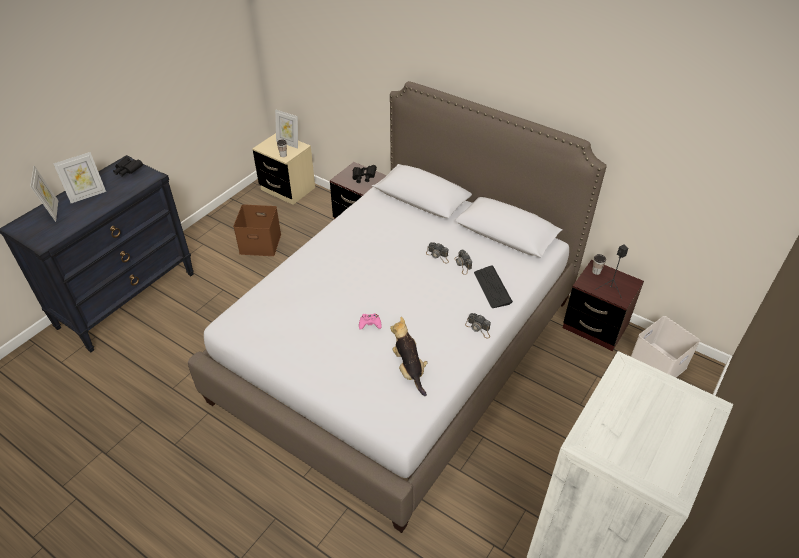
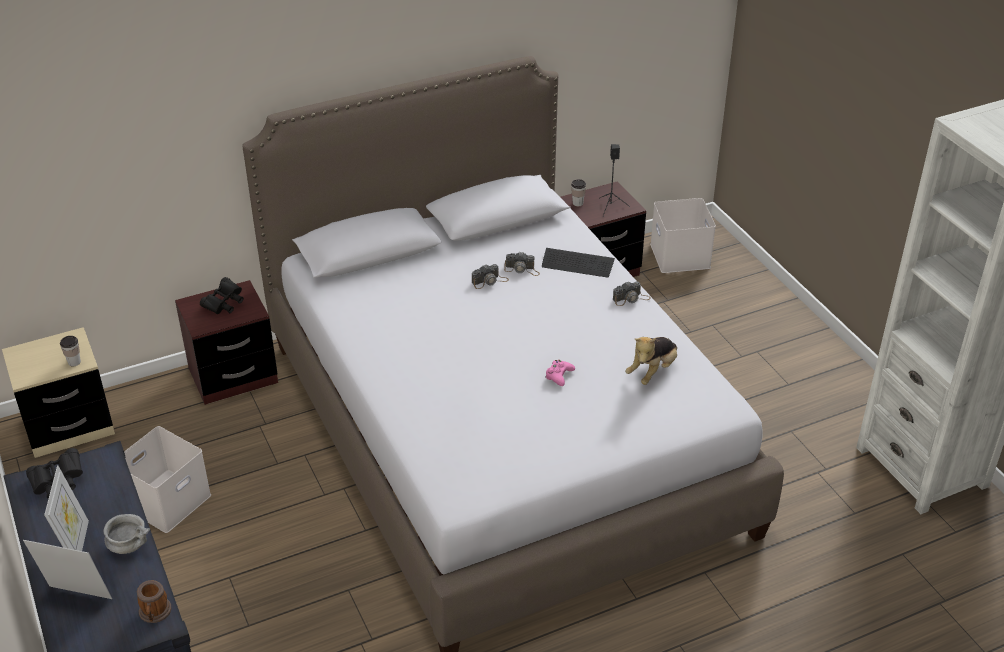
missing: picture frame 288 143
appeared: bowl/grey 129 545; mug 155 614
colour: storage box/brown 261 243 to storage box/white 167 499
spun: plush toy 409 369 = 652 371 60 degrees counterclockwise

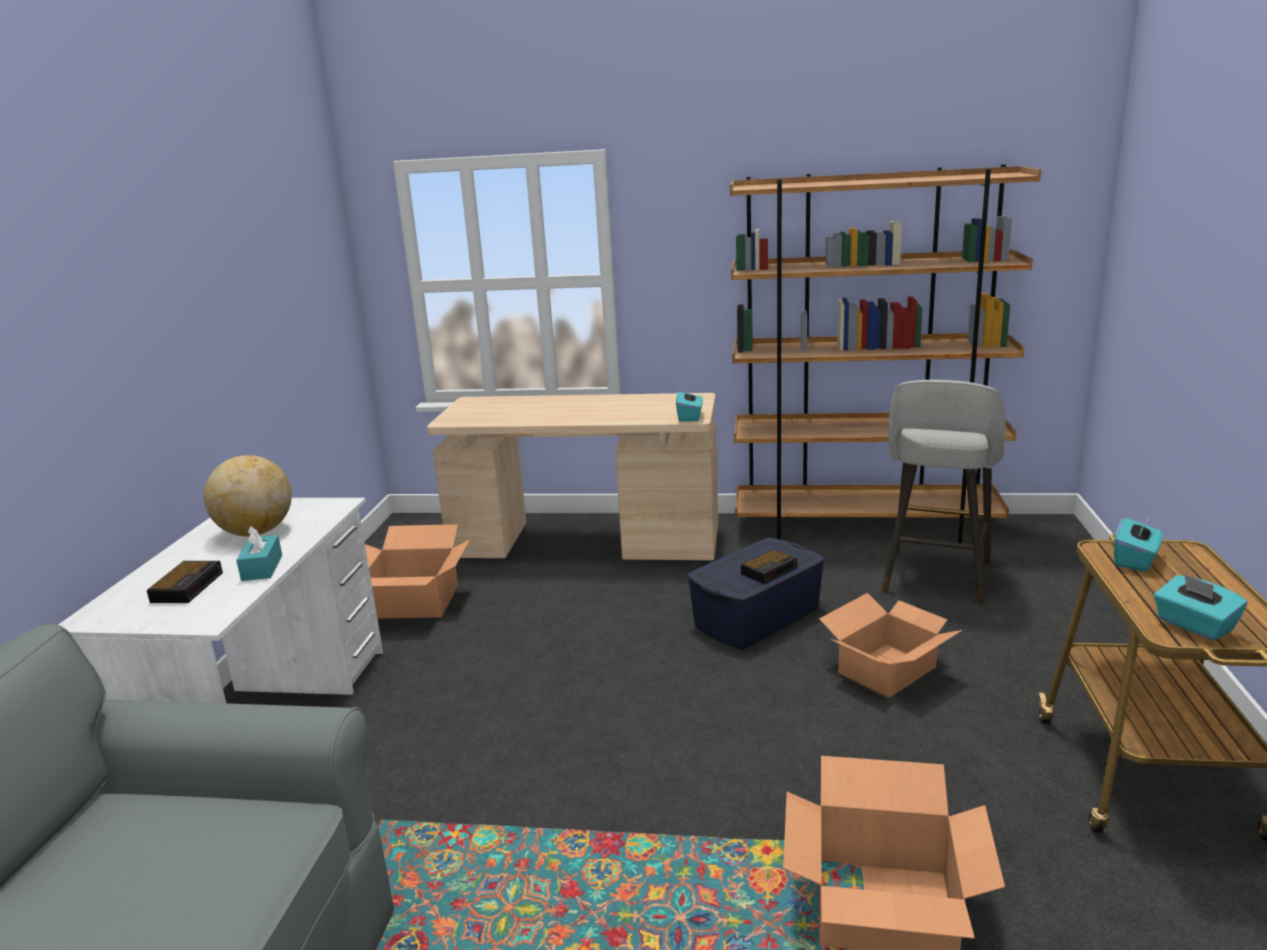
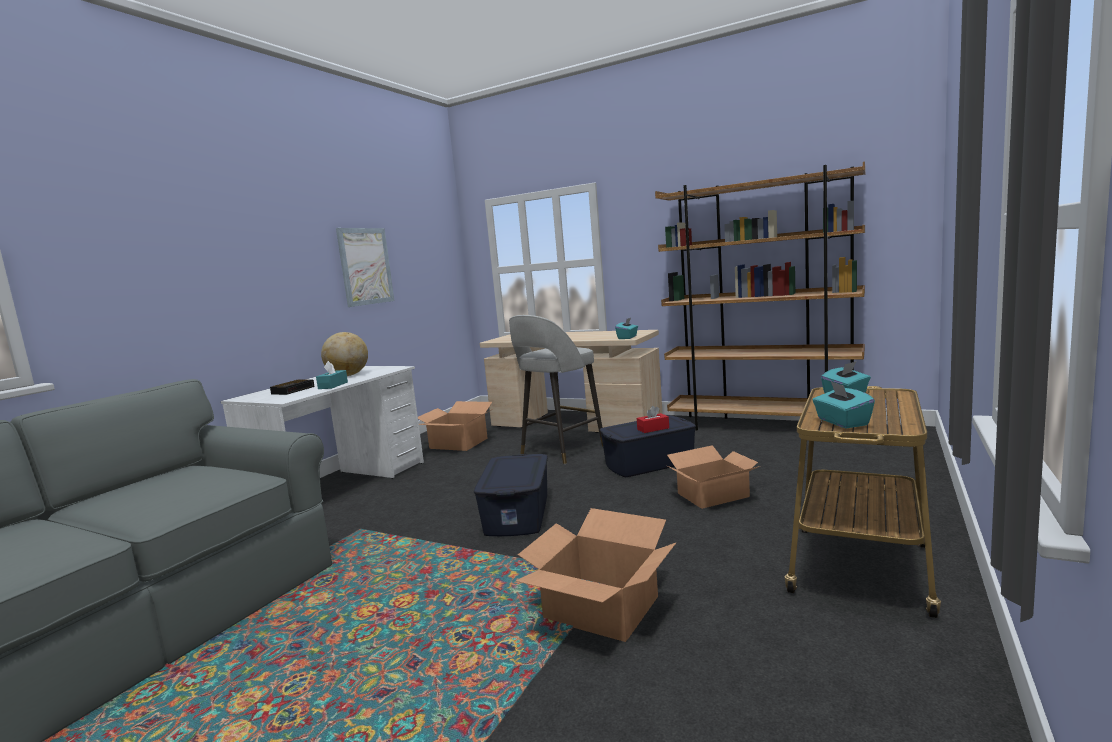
appeared: picture 365 266; storage box/blue 518 514
relocated: stool/grey 935 579 to 560 451
exchanged: alarm clock 770 570 to tissue box/red 653 429

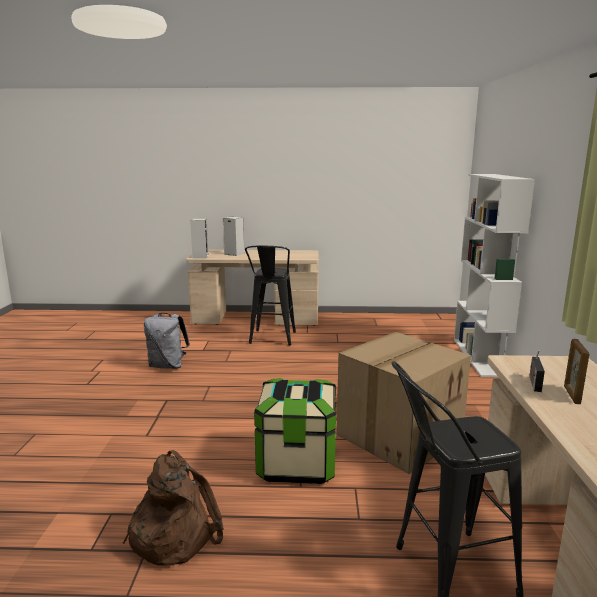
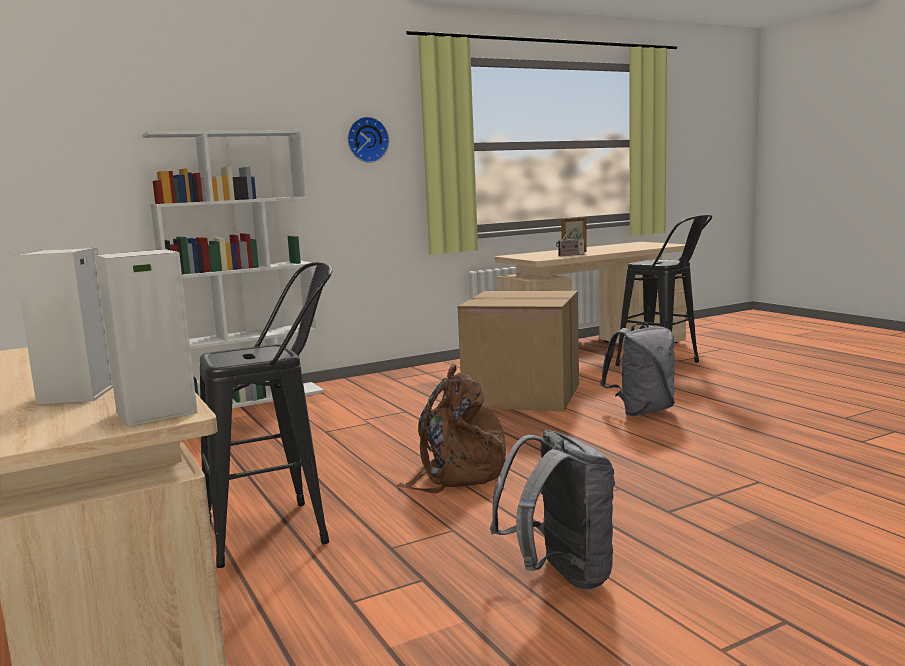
appeared: wall clock 367 140
relocated: backpack/brown 174 534 to 456 473
exchanged: storage box 297 463 to backpack/grey 642 411

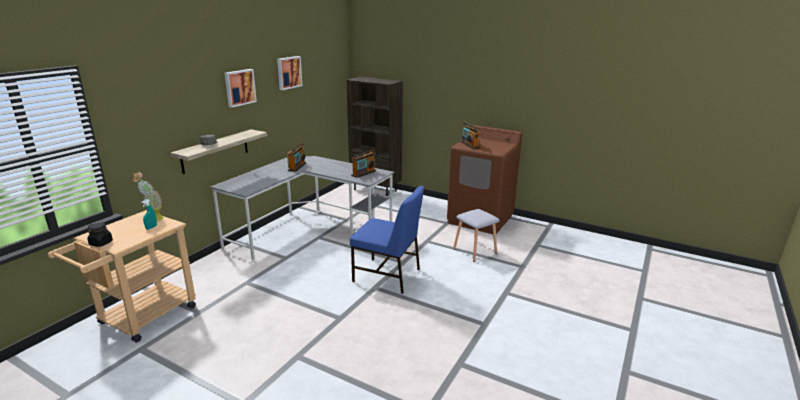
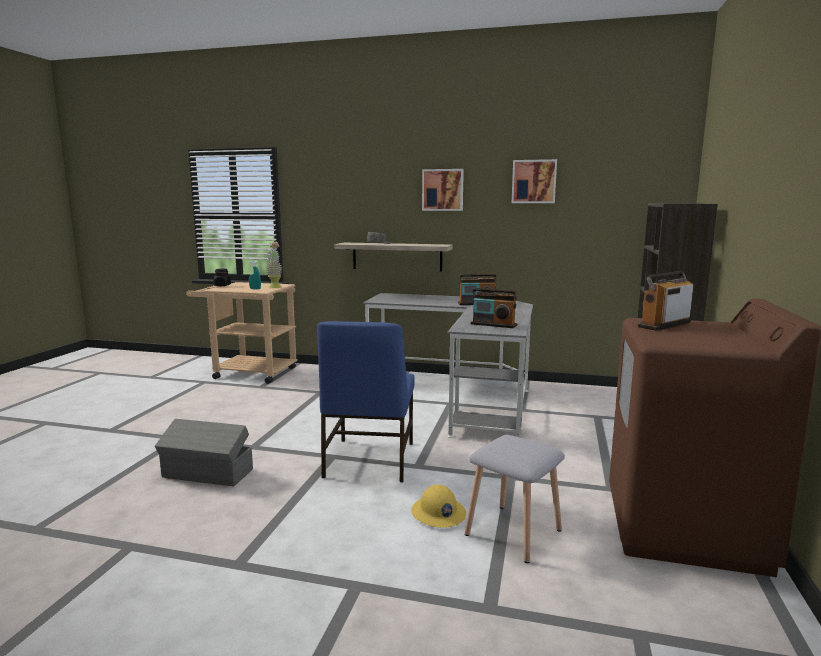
appeared: storage box/grey 207 474; hard hat/yellow 438 513

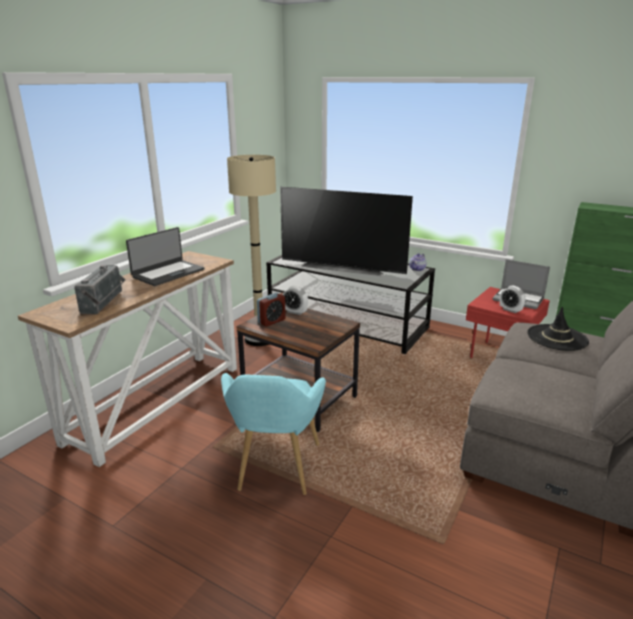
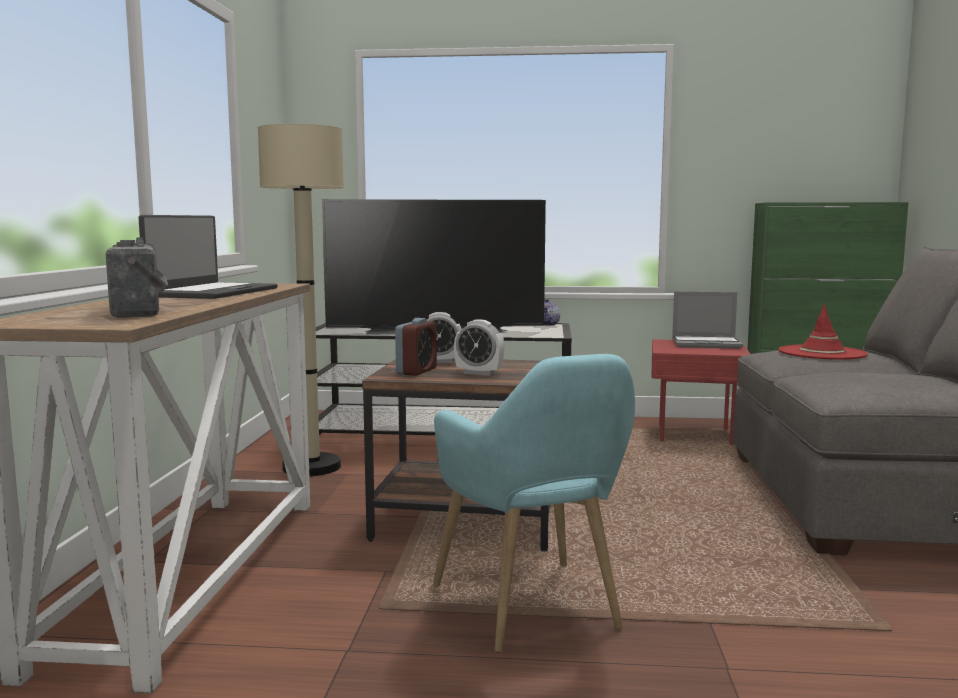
relocated: alarm clock 510 310 to 479 373
colour: hat/black 557 338 to hat/red 822 353

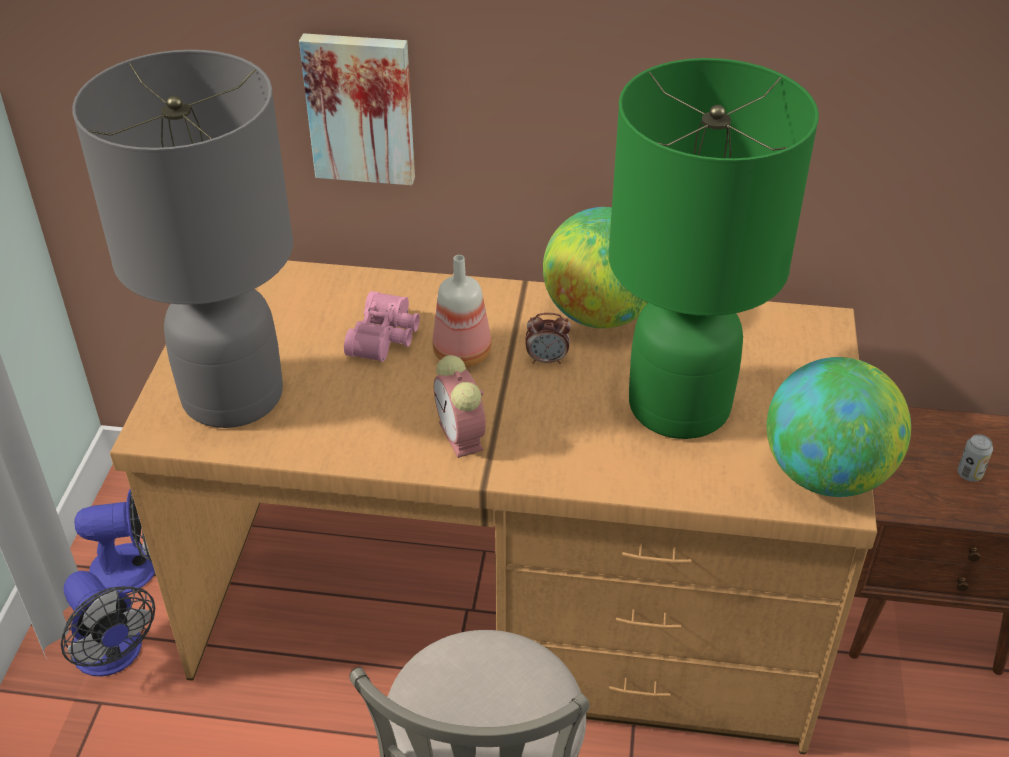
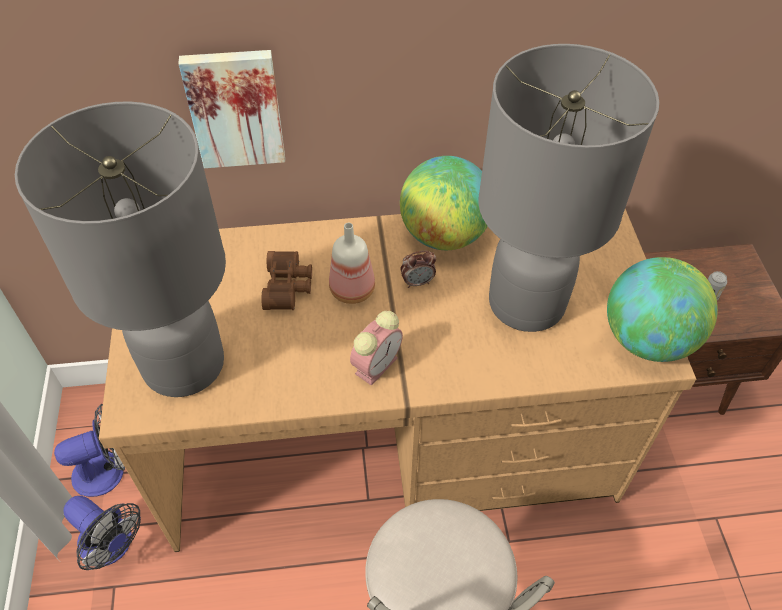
colour: table lamp/green 678 406 to table lamp/grey 526 303; binoculars/pink 386 337 to binoculars/brown 289 286
spun: alarm clock 462 437 = 377 364 105 degrees counterclockwise

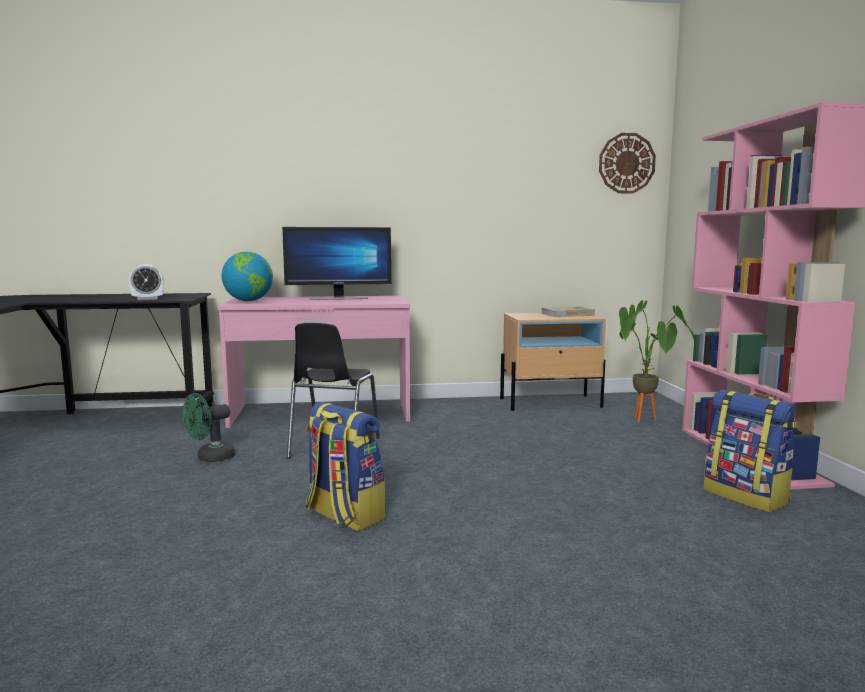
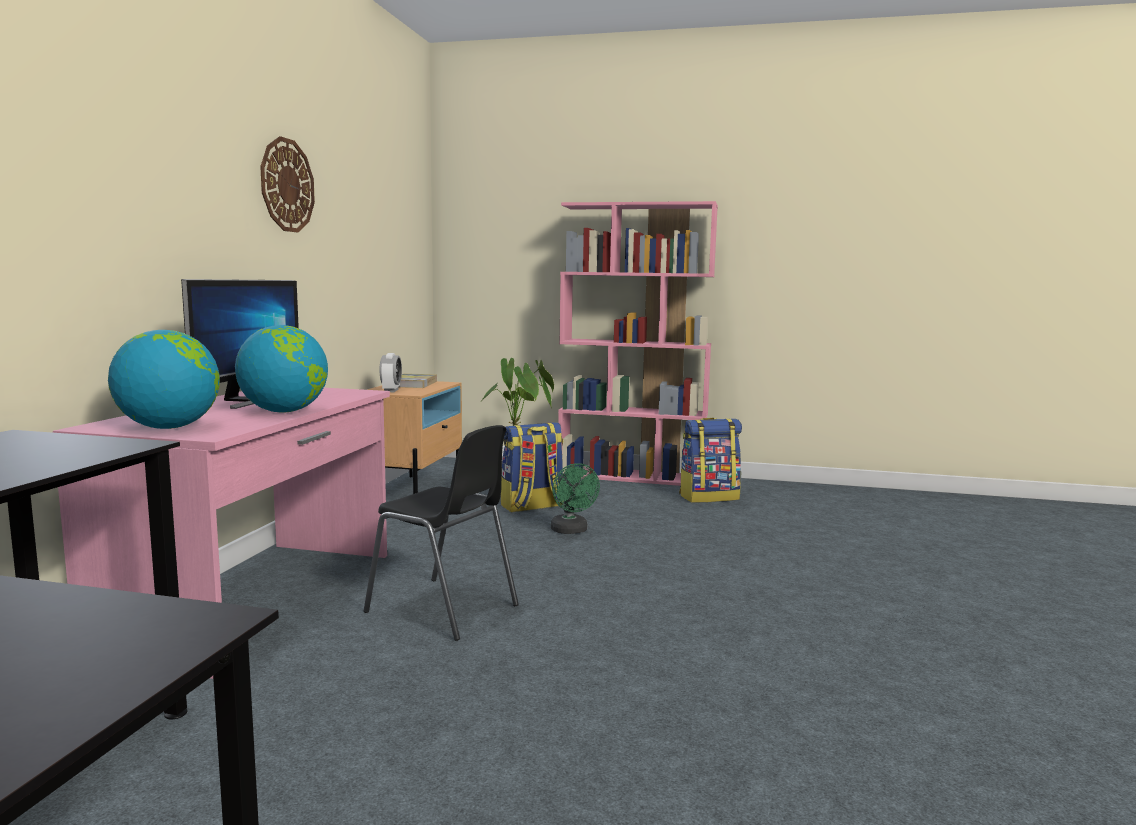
appeared: globe 284 411
relocated: wall clock 626 163 to 287 185; alarm clock 147 299 to 391 390; fan/green 210 458 to 571 531; backpack 343 515 to 532 507

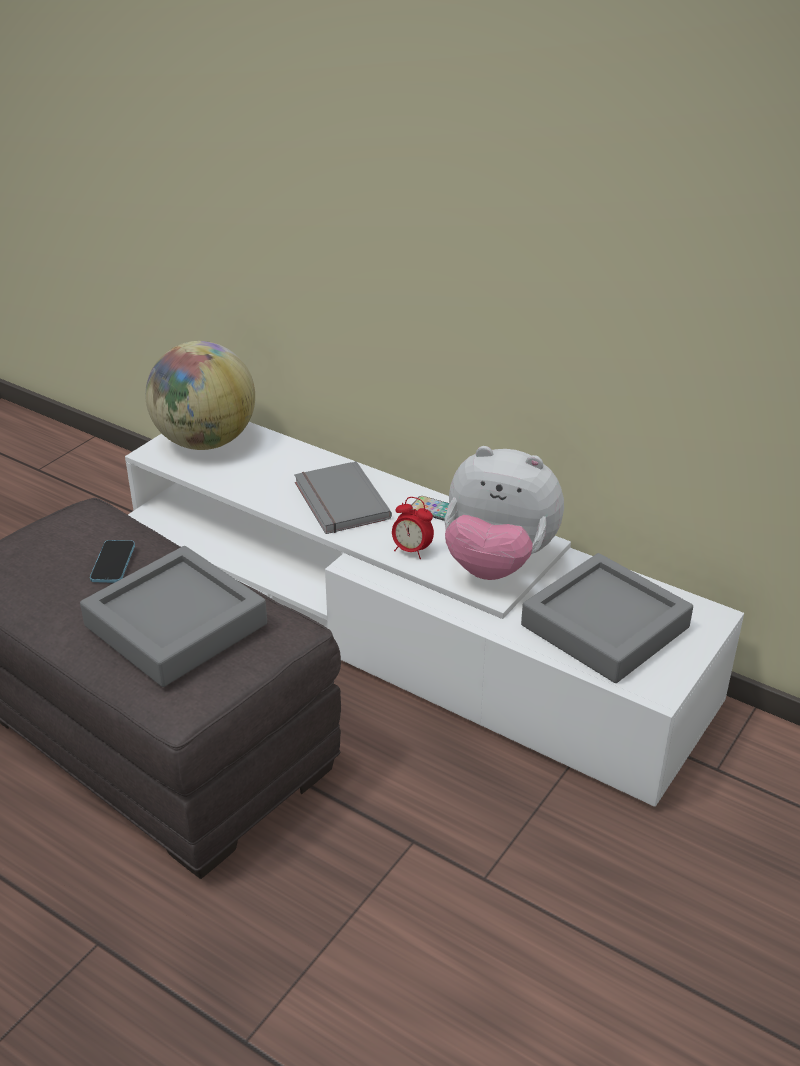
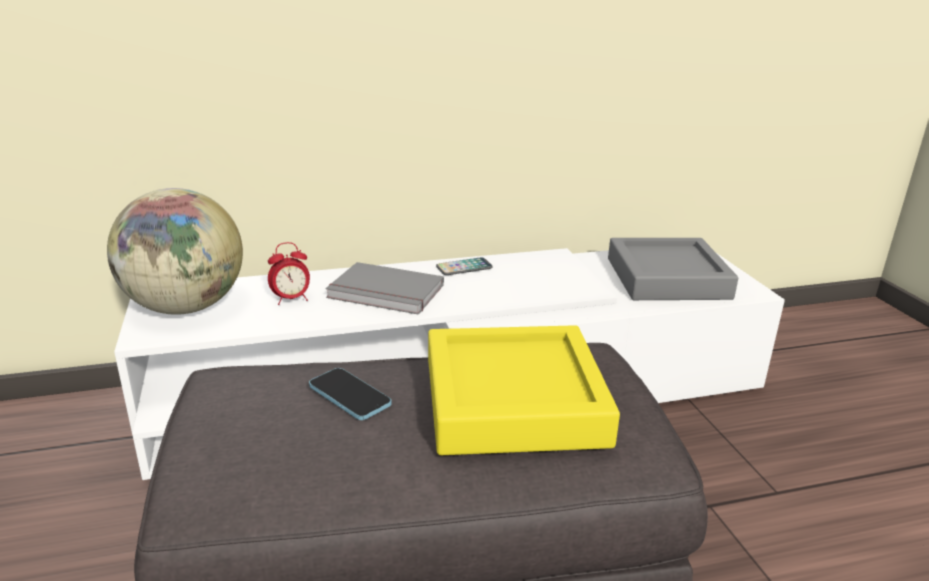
missing: plush toy 497 563
relocated: alarm clock 411 550 to 291 299
colour: tray/grey 176 625 to tray/yellow 513 401

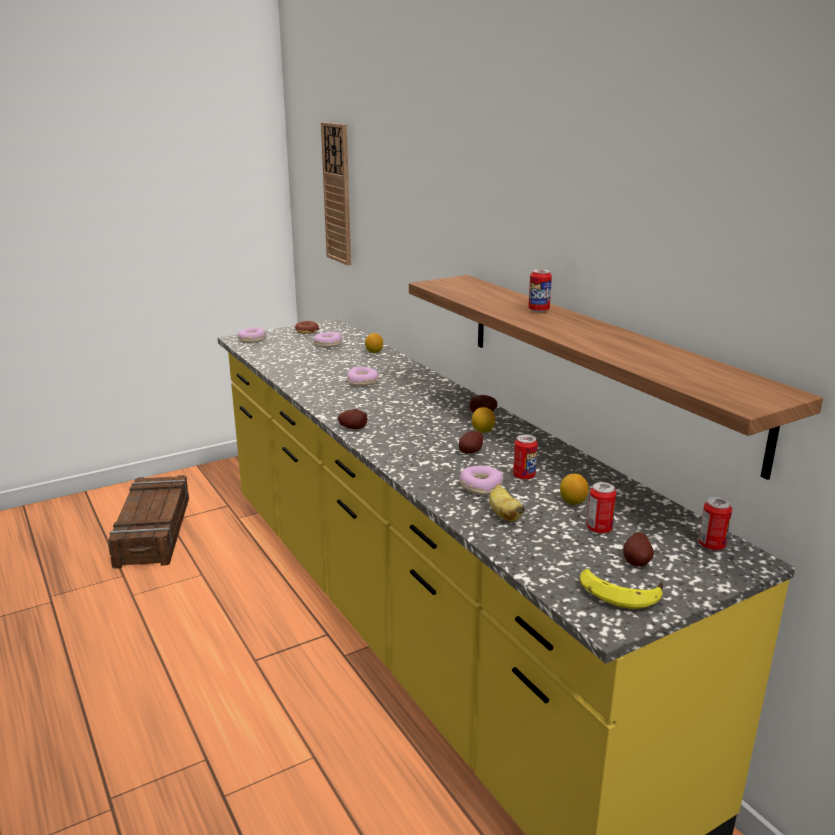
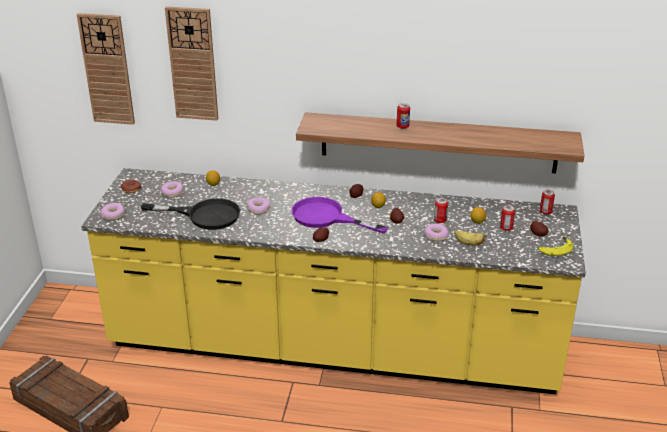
appeared: wall clock 193 64; frying pan/purple 326 217; frying pan/black 204 215

